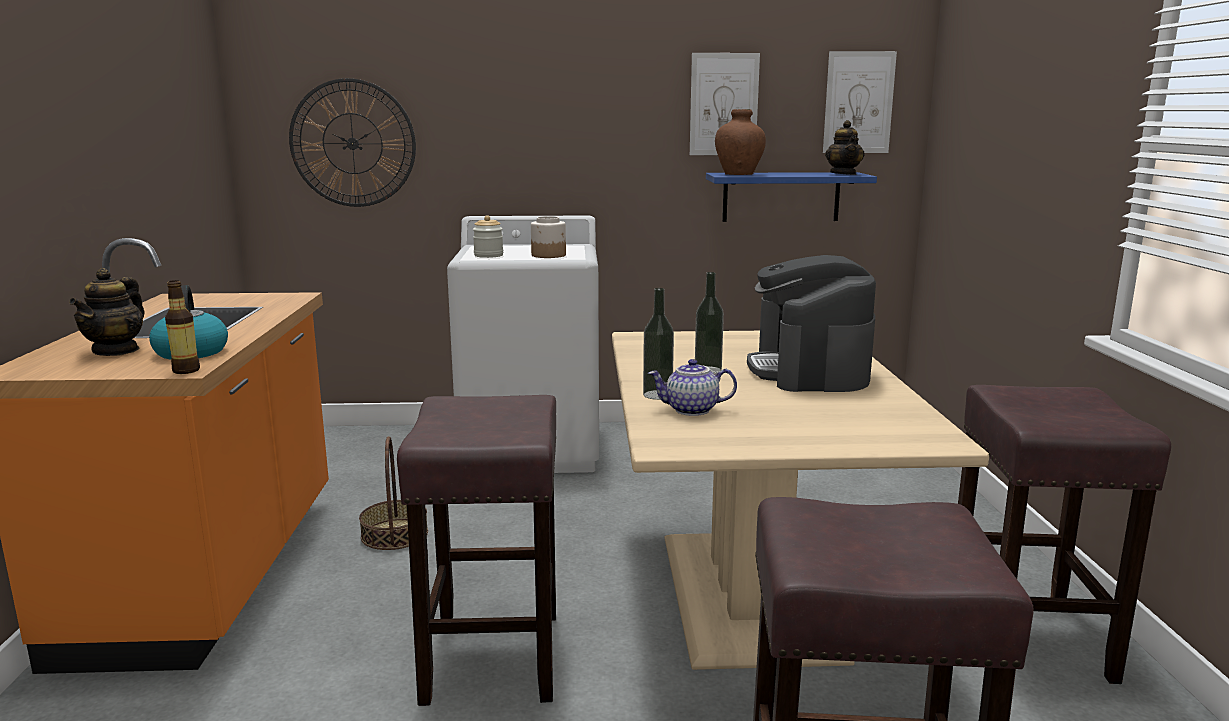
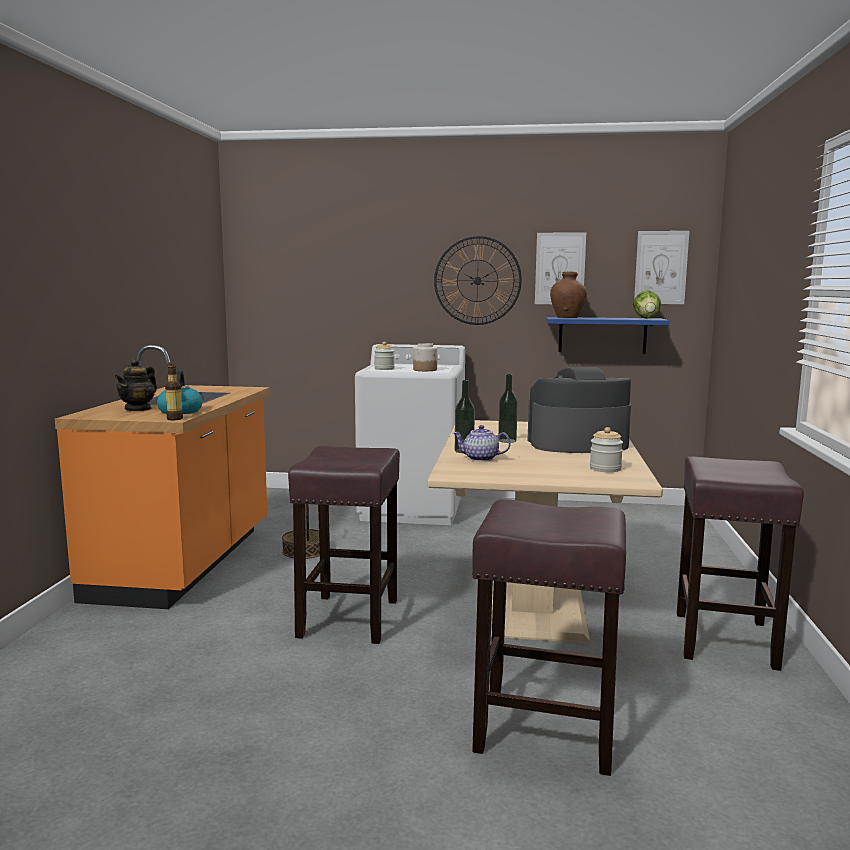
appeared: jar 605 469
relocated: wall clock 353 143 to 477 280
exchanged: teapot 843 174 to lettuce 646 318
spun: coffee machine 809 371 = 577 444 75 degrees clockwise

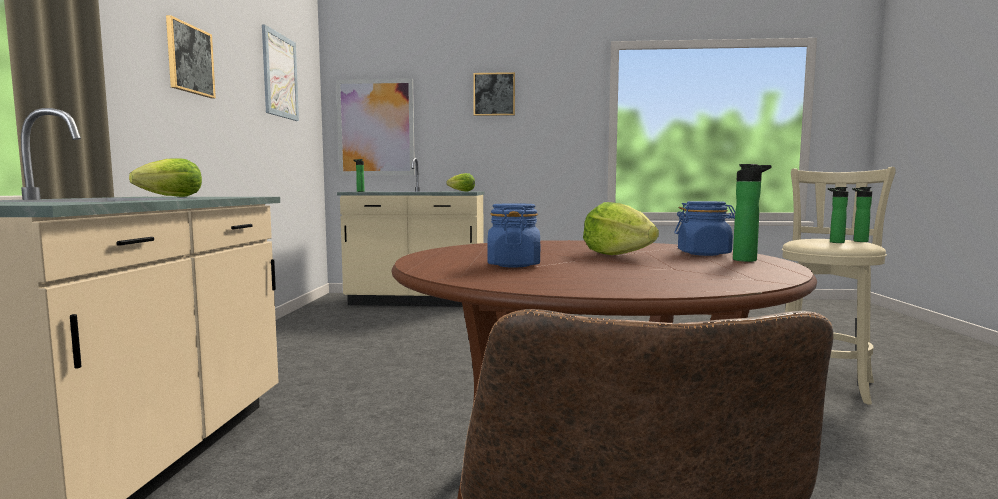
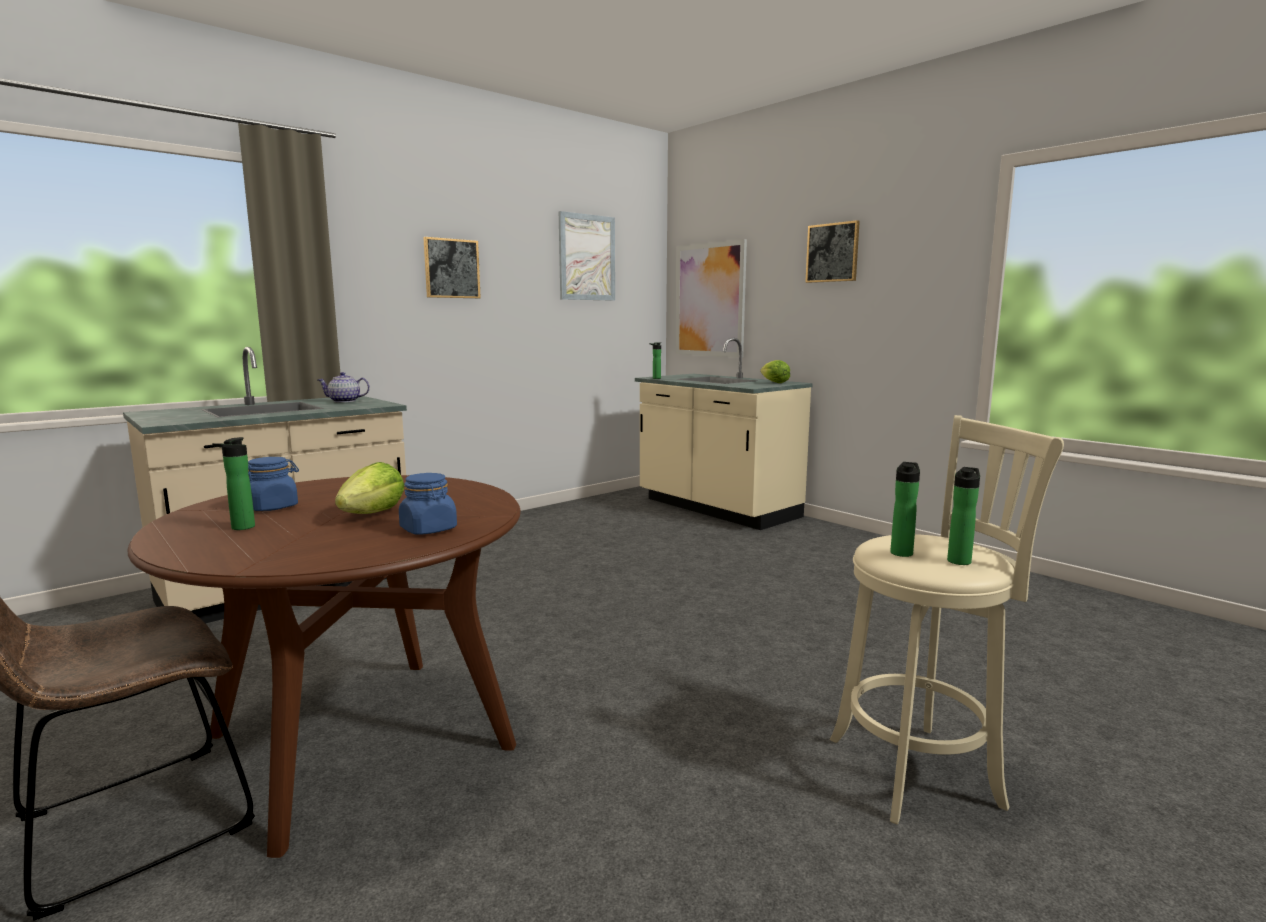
relocated: bottle 747 260 to 240 528
exchanged: lettuce 172 196 to teapot 345 401

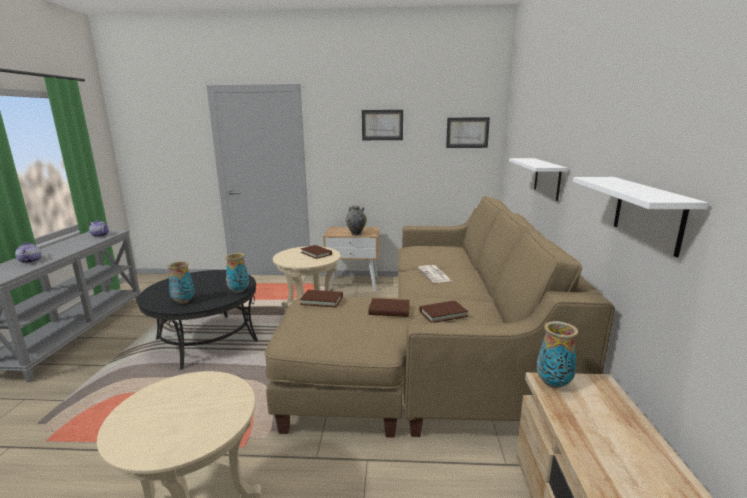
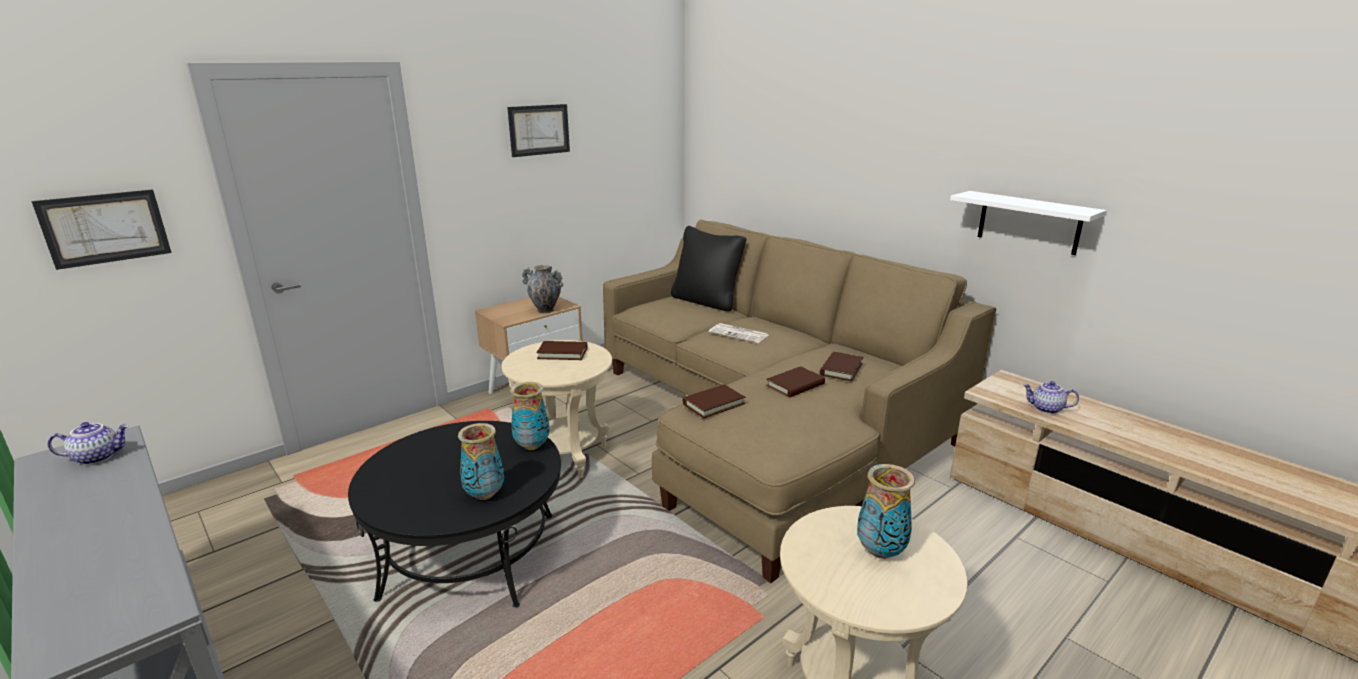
missing: shelf/white 547 178
appeared: pillow/black 706 301
relocated: picture 467 132 to 105 228; teapot 29 261 to 1046 409; vase 552 384 to 880 552

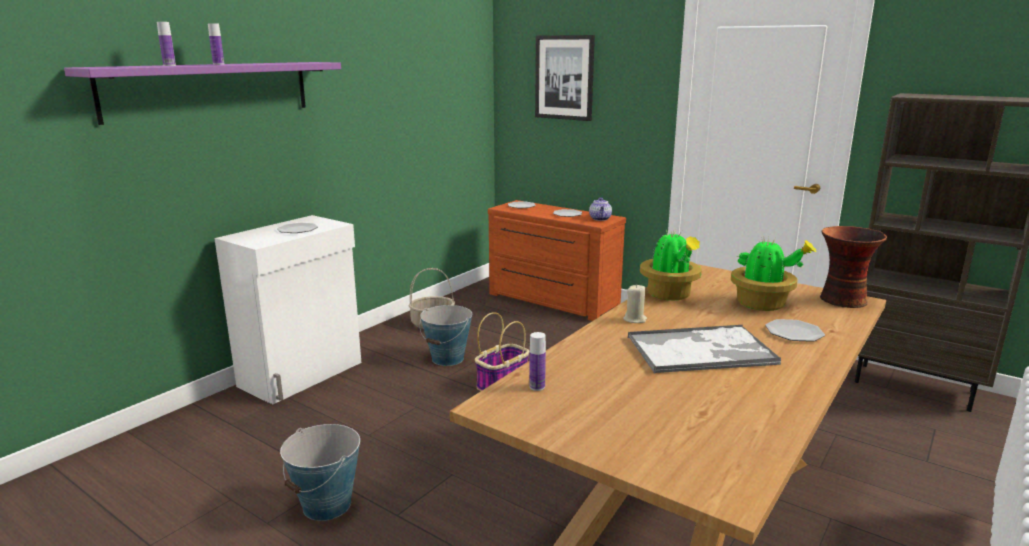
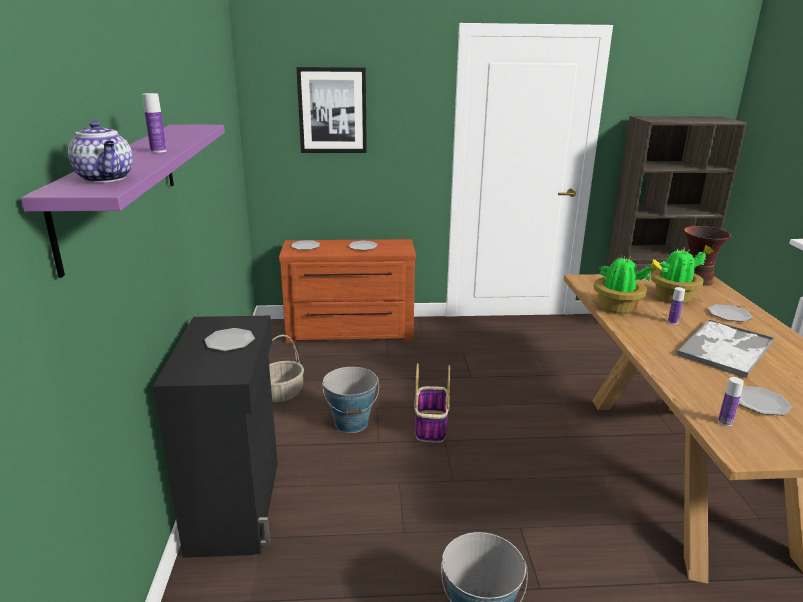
missing: candle/beige 635 319
appeared: plate 759 402
relocated: bottle 169 65 to 673 322; teapot 600 219 to 106 178
colour: cabinet/white 303 374 to cabinet/black 237 505

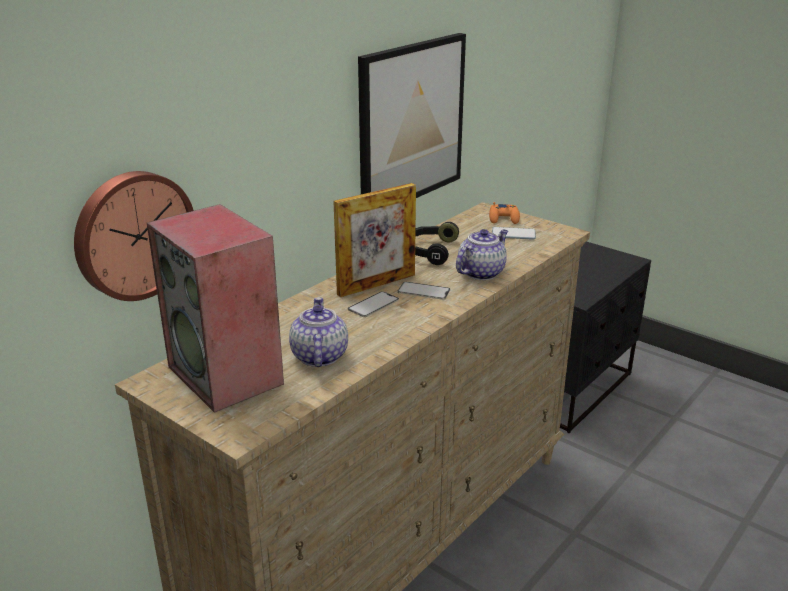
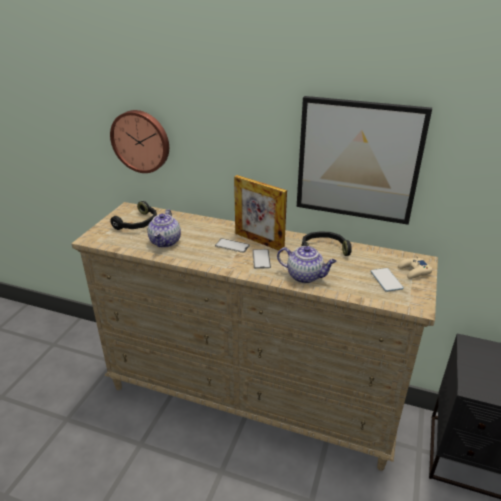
exchanged: speaker 227 375 to headphones/black 138 223
colour: game controller/orange 504 218 to game controller/beige 414 271
spun: teapot 318 356 = 165 242 120 degrees clockwise

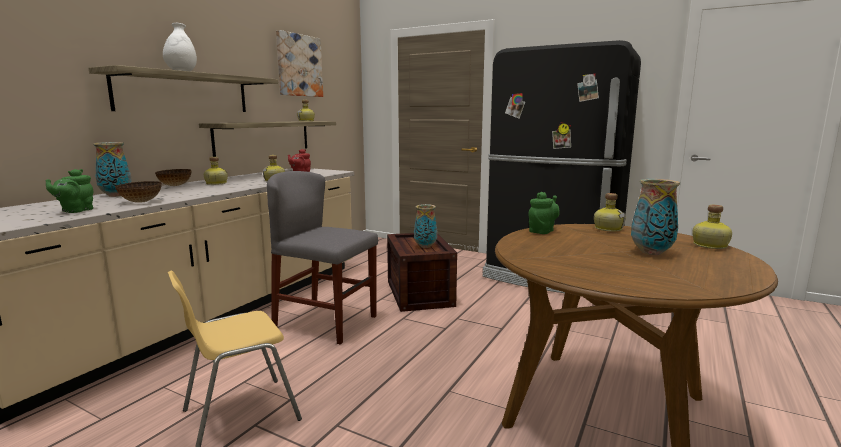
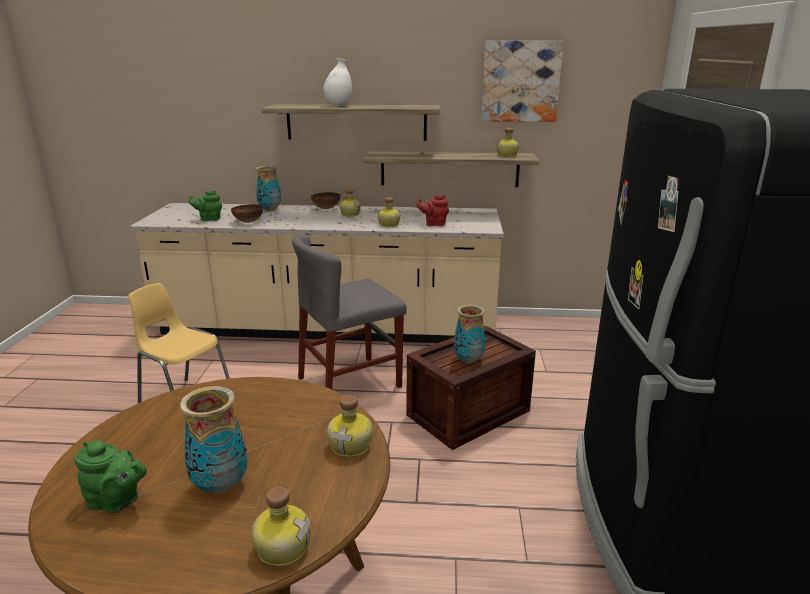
relocated: teapot/green 542 231 to 117 501
spun: chair/grey 326 322 = 350 382 120 degrees counterclockwise

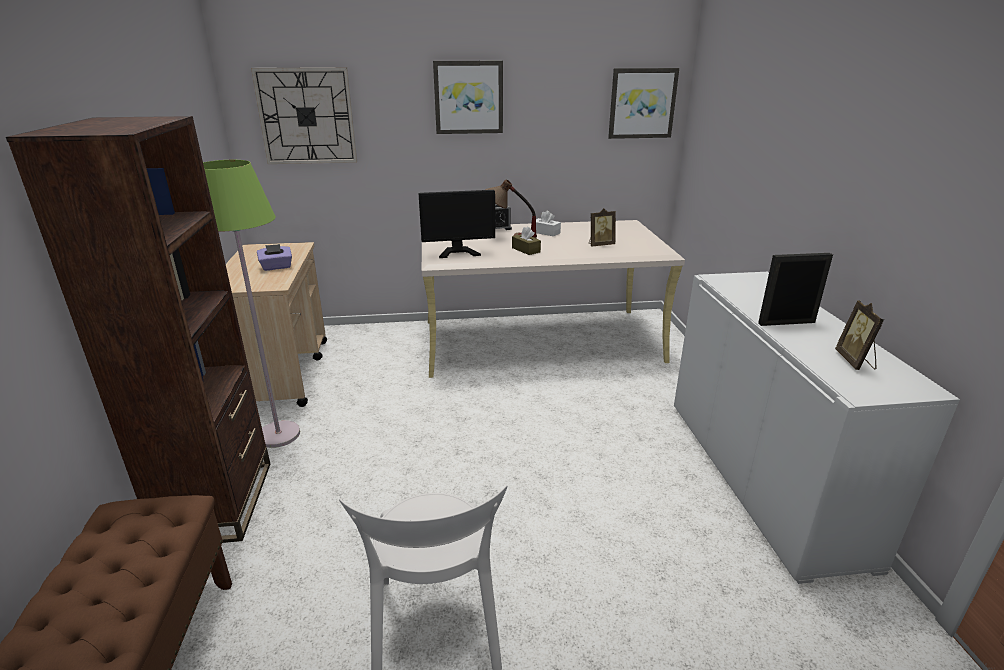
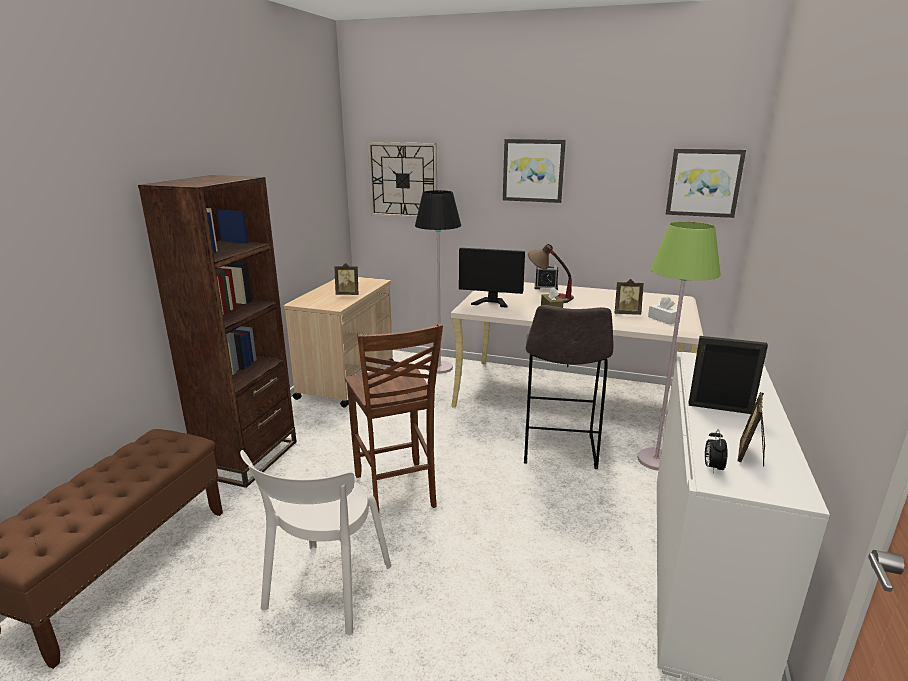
appeared: floor lamp/black 439 368; stool/grey 559 450; chair/brown 395 492; alarm clock 712 467
relocated: floor lamp/green 279 435 to 656 460; tissue box/white 545 232 to 663 319
exchanged: tissue box/purple 276 267 to picture frame 348 294

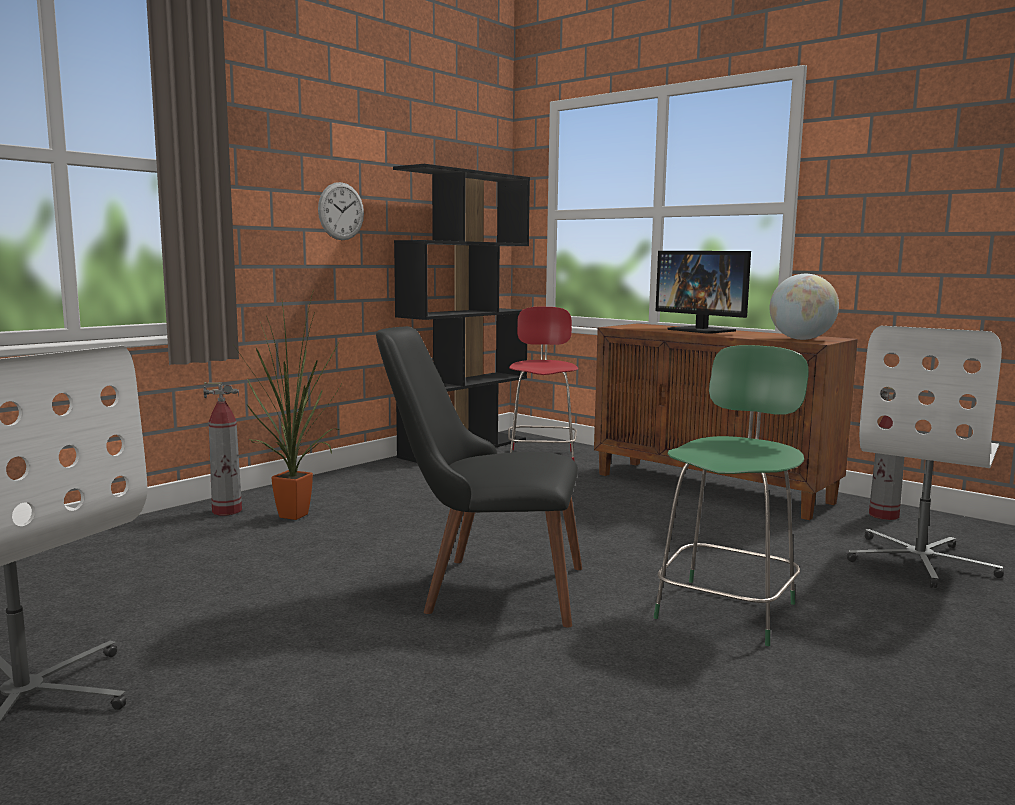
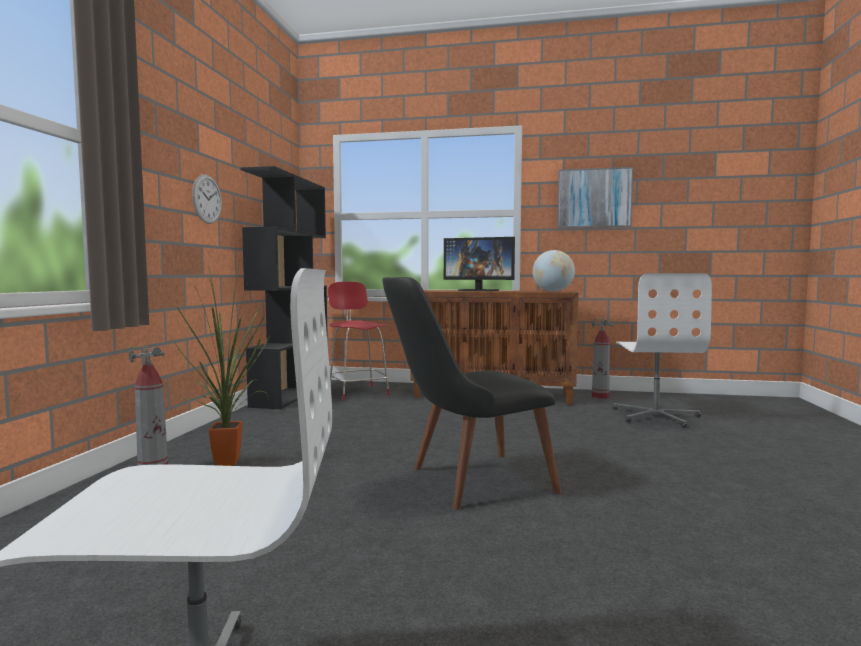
missing: chair/green 727 608
appeared: picture 594 198

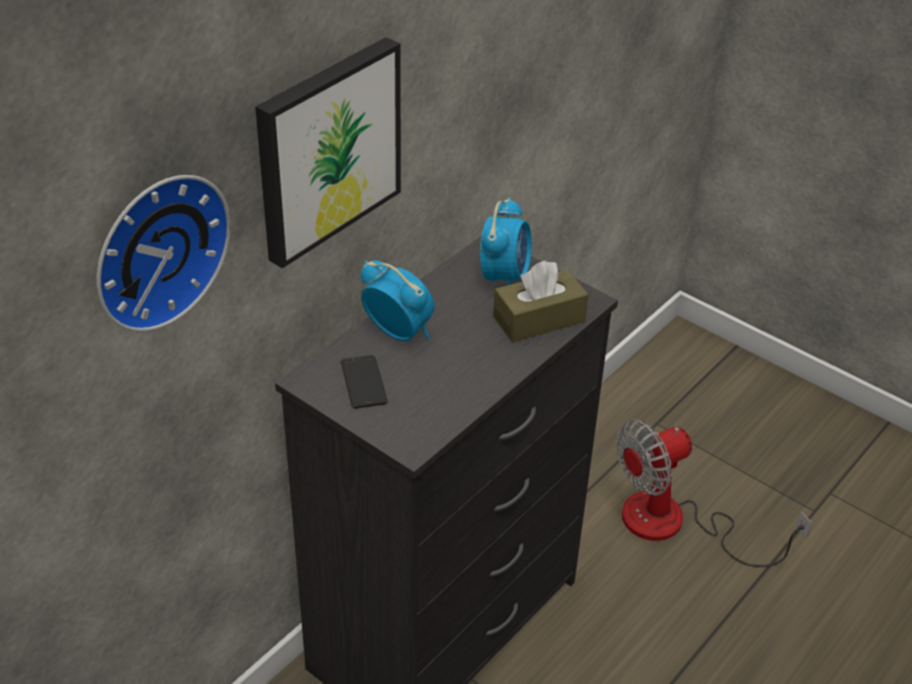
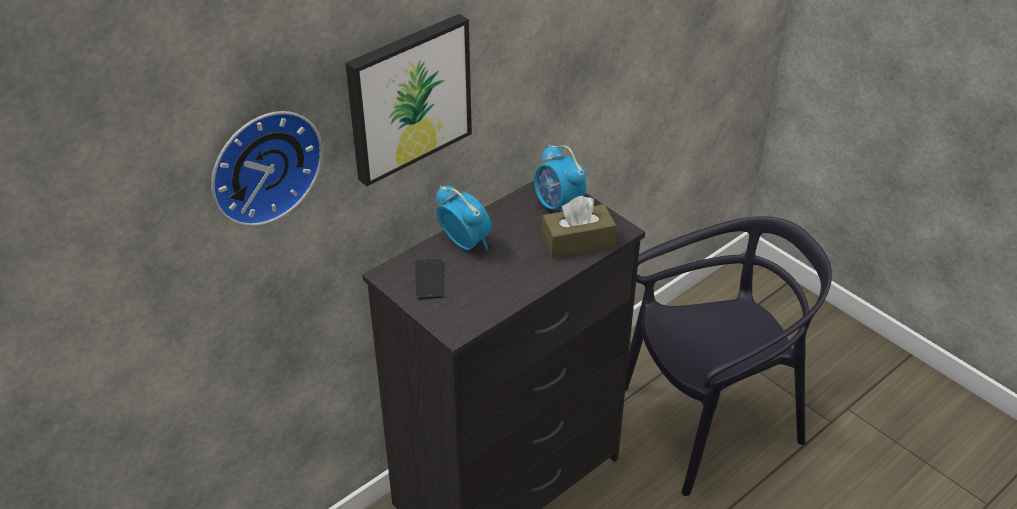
exchanged: fan 675 525 to chair/black 710 421
spun: alarm clock 504 277 = 558 206 120 degrees clockwise

